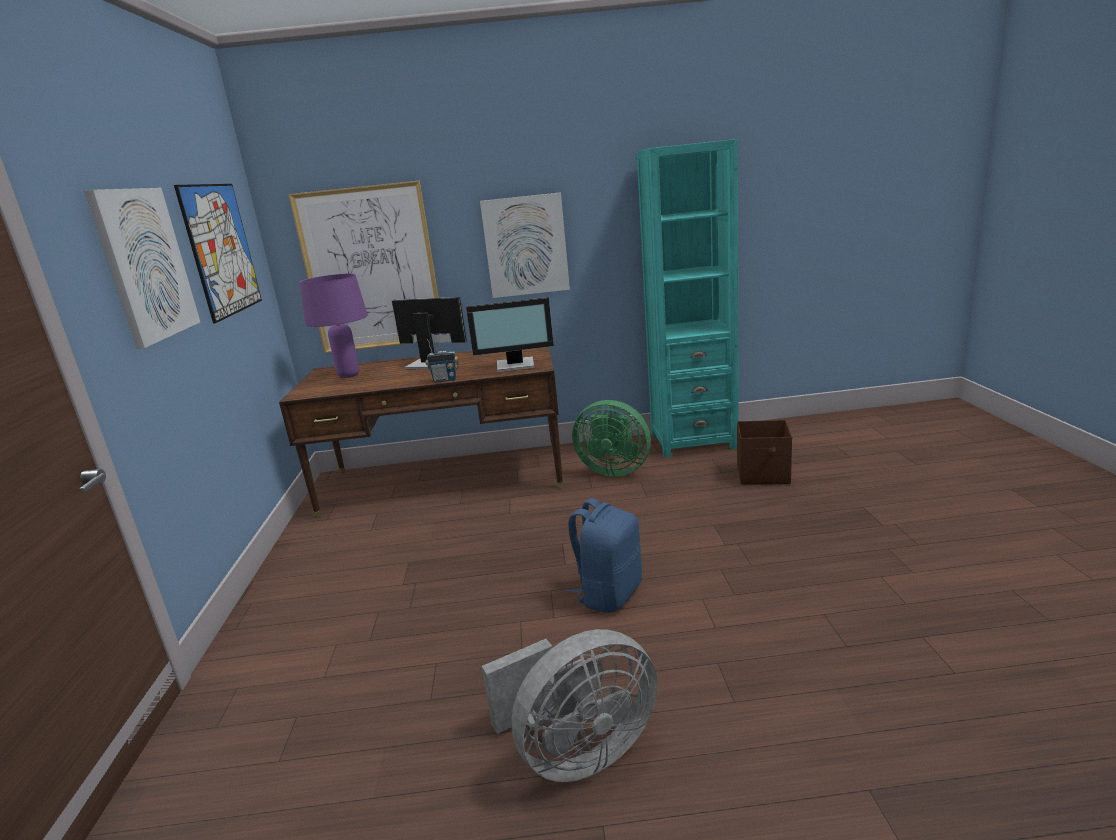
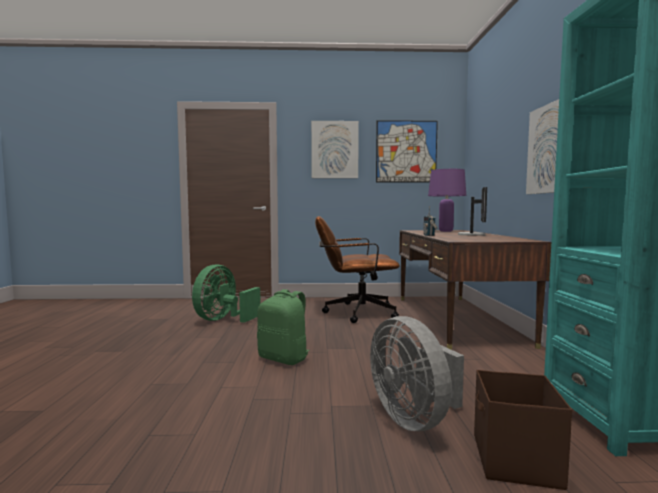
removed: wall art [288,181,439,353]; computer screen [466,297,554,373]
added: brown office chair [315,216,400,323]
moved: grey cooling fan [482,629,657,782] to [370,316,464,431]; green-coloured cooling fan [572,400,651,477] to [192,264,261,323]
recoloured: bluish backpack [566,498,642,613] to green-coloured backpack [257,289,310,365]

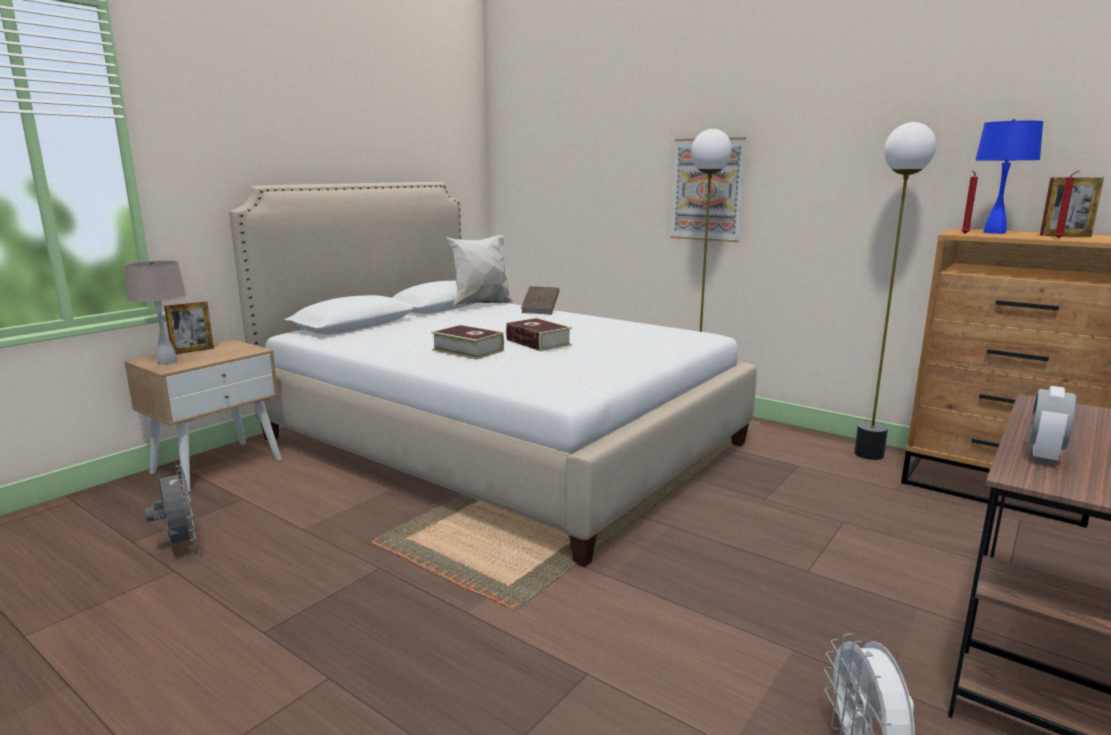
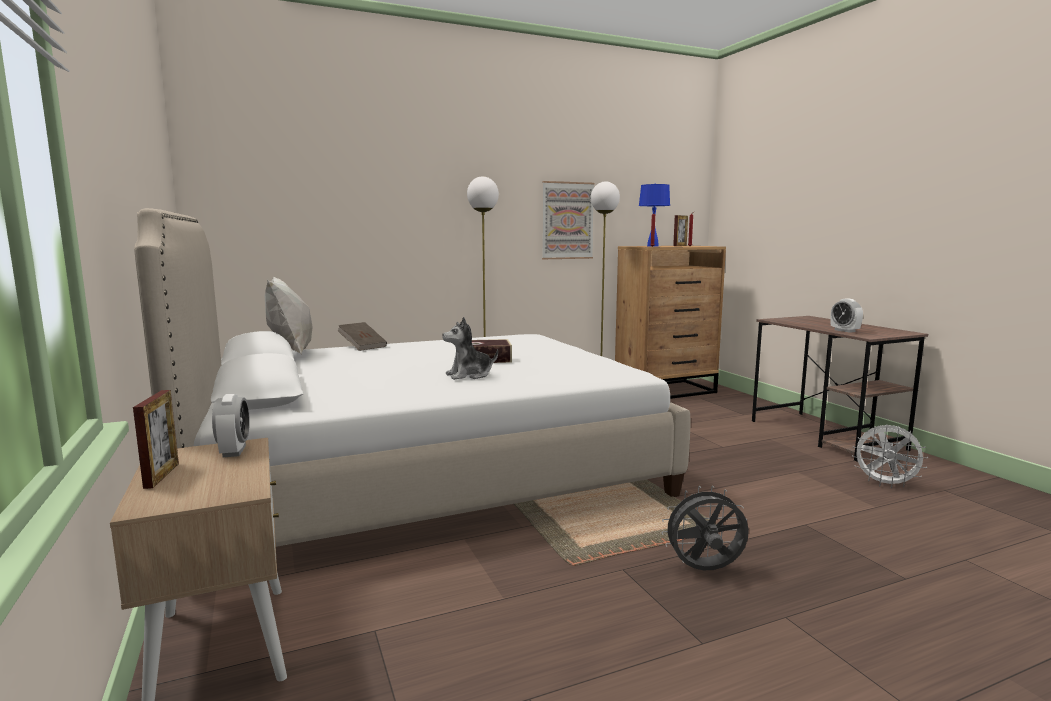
removed: beige-coloured tabletop lamp [124,260,186,365]
added: alarm clock [212,394,250,457]
moved: grey cooling fan [144,465,197,549] to [662,485,749,570]; wall art [670,137,746,242] to [542,181,595,259]
replaced: bound book [431,325,504,360] to soft toy [442,317,498,380]

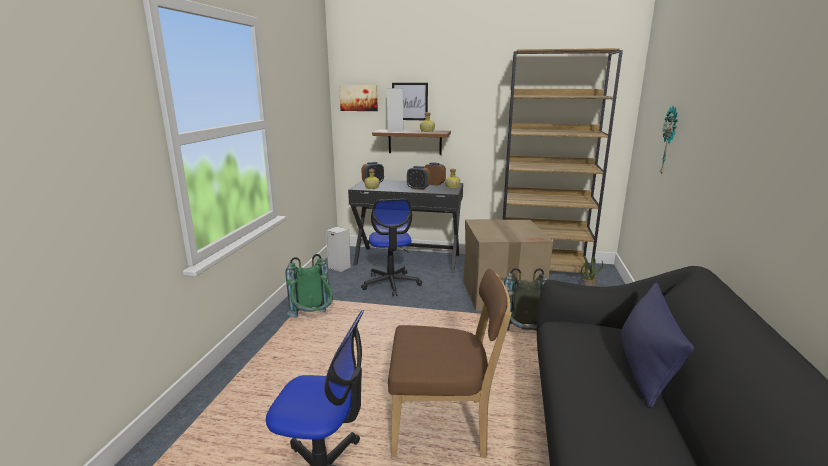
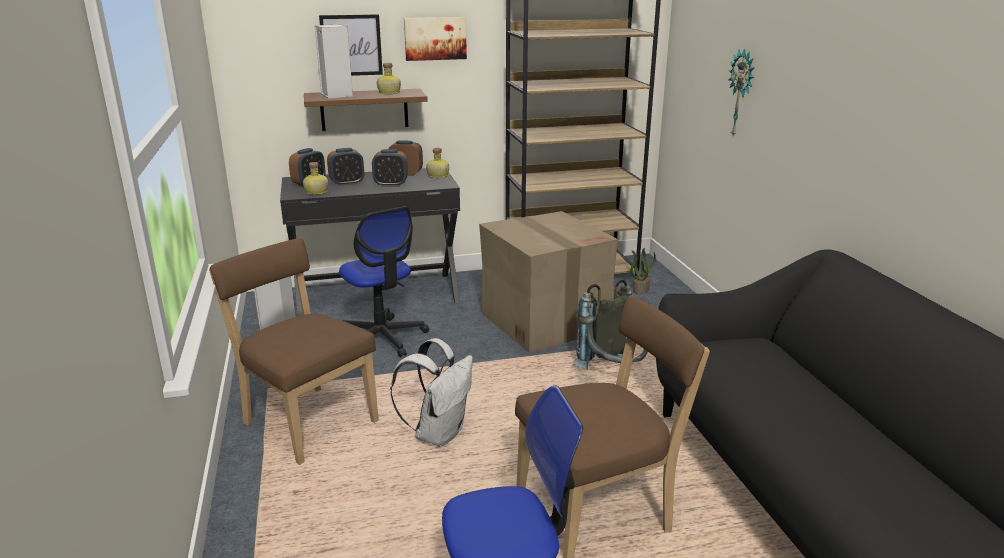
removed: bluish cushion [621,283,694,408]
added: alarm clock [327,148,364,186]; whitish backpack [390,338,473,447]
moved: wall art [339,85,378,111] to [404,17,467,61]
replaced: green-coloured backpack [285,254,333,318] to brown upright chair [209,238,379,465]

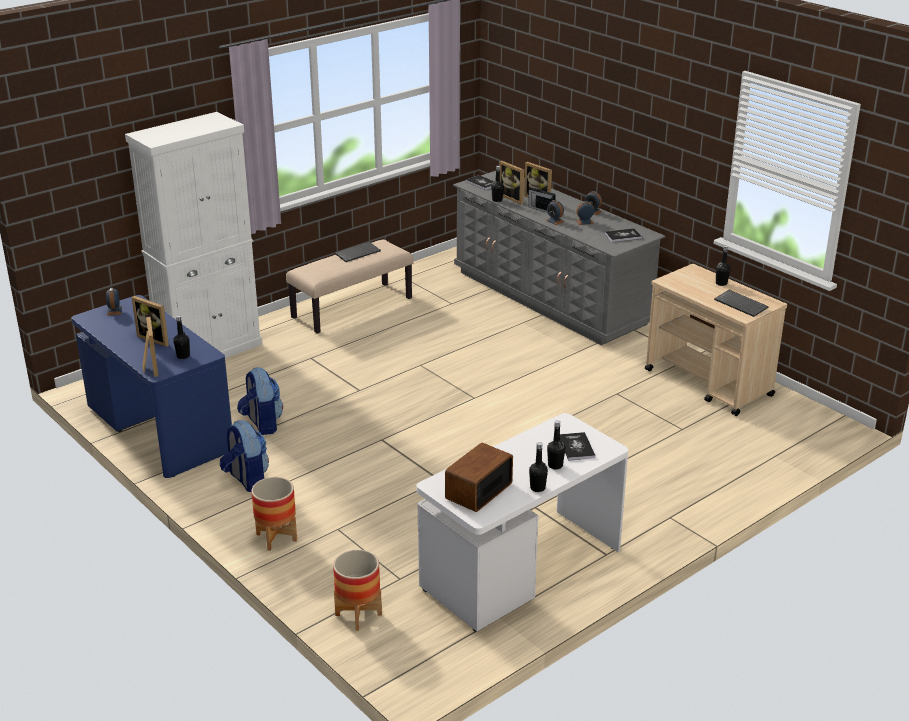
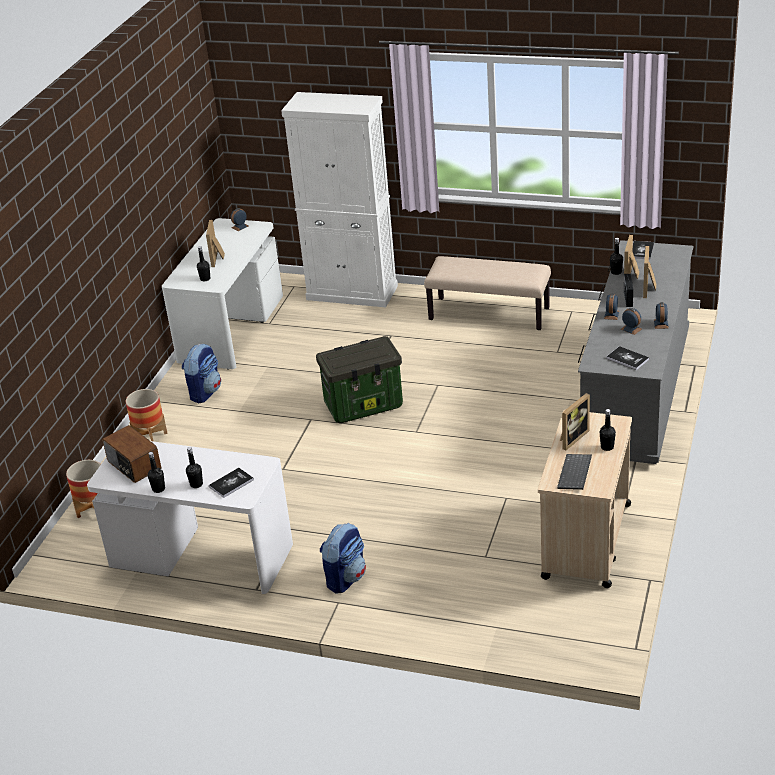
removed: keyboard [335,242,381,262]
added: storage box [316,336,403,423]
moved: picture frame [142,317,158,377] to [560,393,590,451]; backpack [237,367,283,435] to [320,523,366,594]
recoloured: bluish desk table [72,295,232,478] to whitish desk table [162,218,283,370]
turned: radio set [445,443,513,512] = [102,425,161,483] 135 degrees counterclockwise

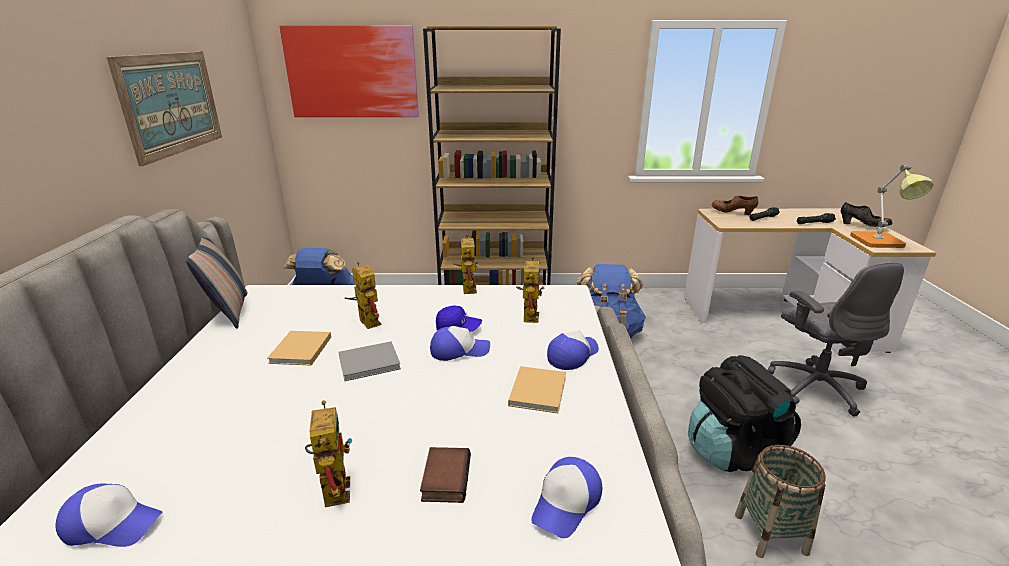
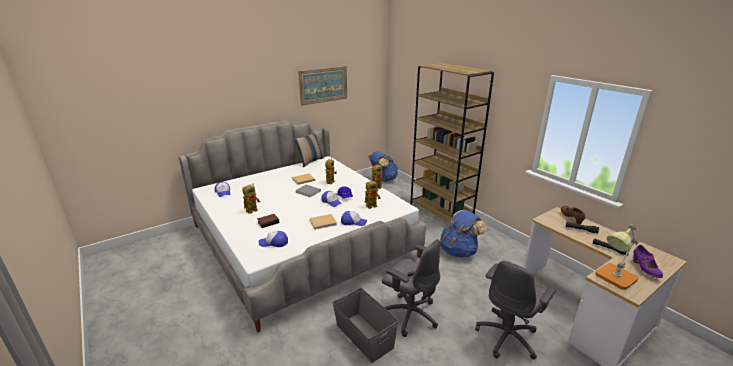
removed: wall art [279,25,419,117]
replaced: blackish backpack [688,355,801,472] to grey office chair [382,239,440,337]; storage basket [735,445,826,558] to grey storage box [333,288,398,363]
recoloured: blackish low shoe [841,202,892,227] to purple-coloured low shoe [633,245,663,278]

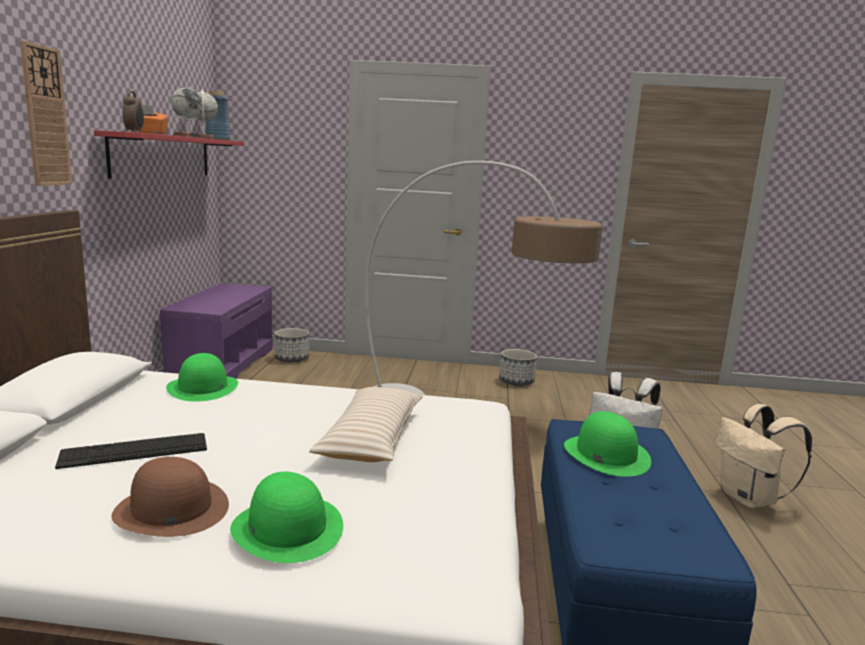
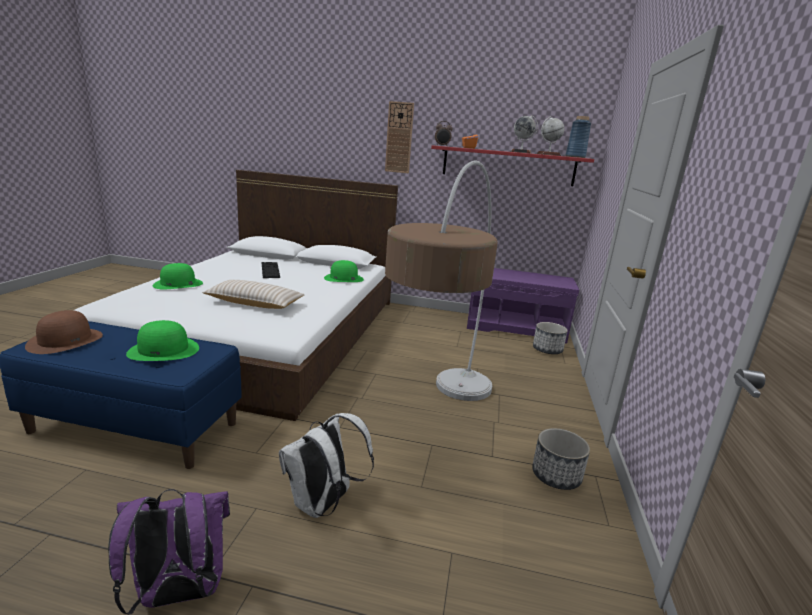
moved: brown hat [112,457,229,537] to [25,310,103,354]
recoloured: beige-coloured backpack [715,404,812,508] to purple-coloured backpack [108,489,230,615]

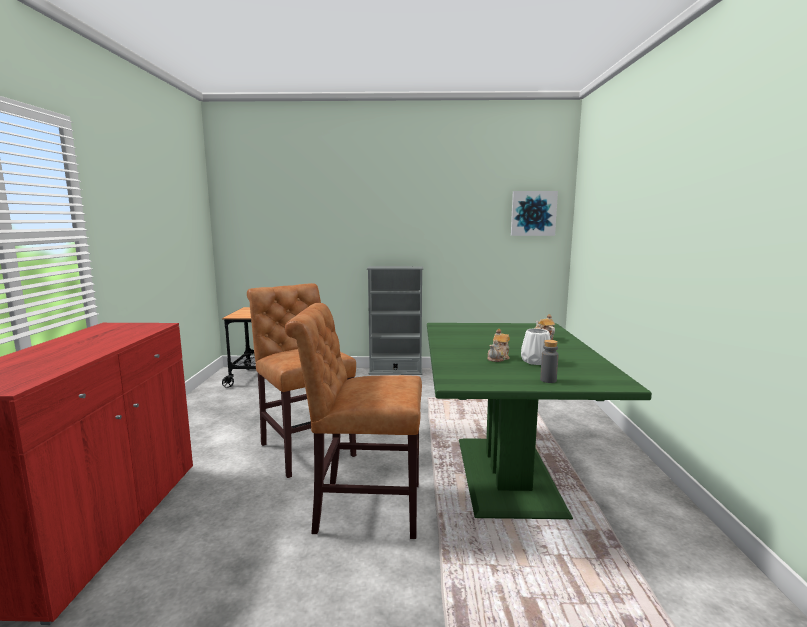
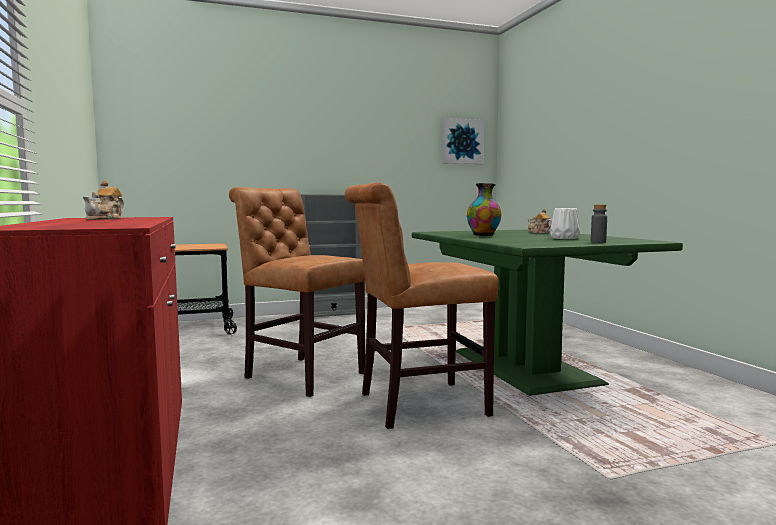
added: decorative vase [467,183,501,236]
moved: tea pot [487,329,510,362] to [83,180,124,220]

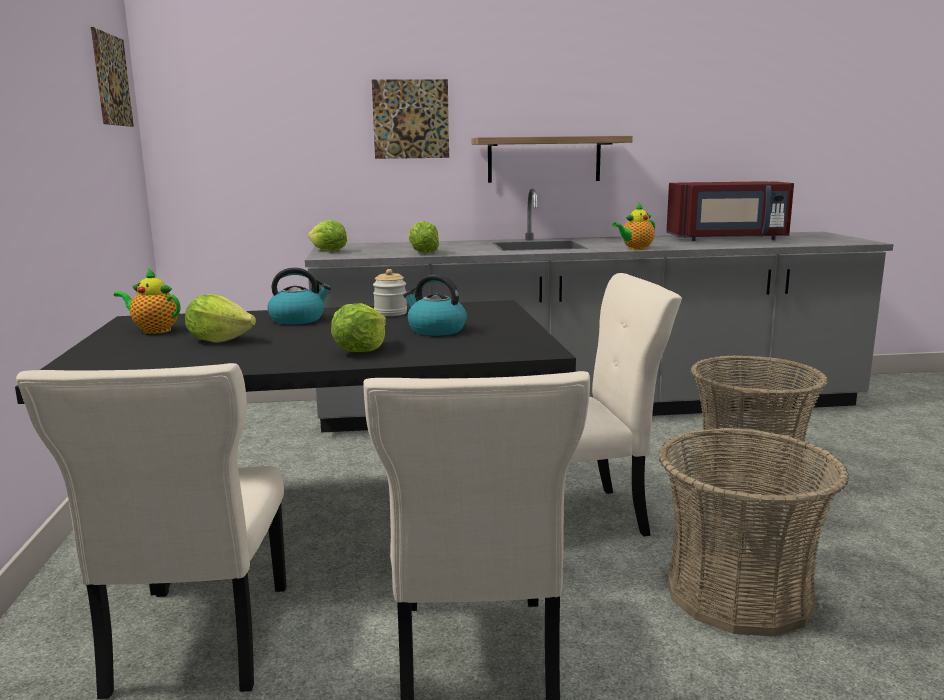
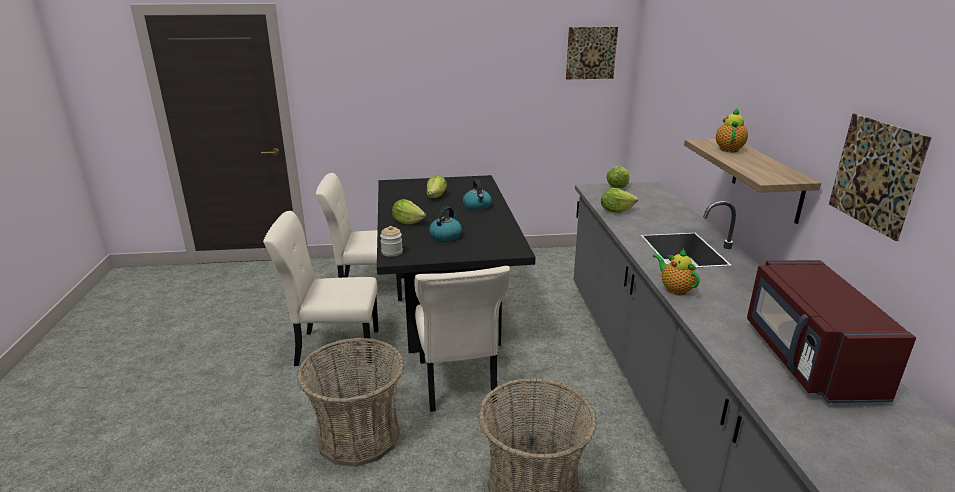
moved: tea pot [114,268,180,334] to [716,108,748,152]; wall art [372,79,449,159] to [829,113,932,241]; jar [373,269,407,316] to [380,226,403,257]

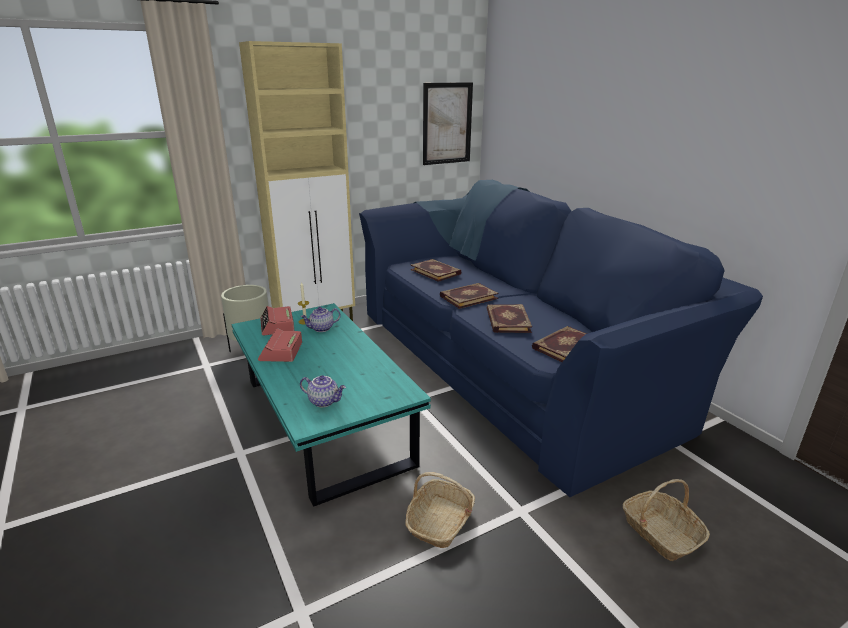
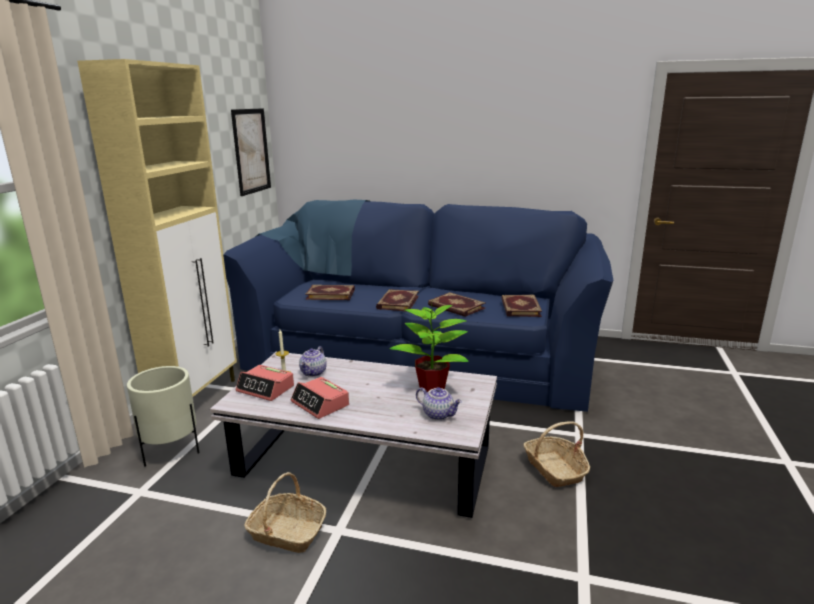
added: houseplant [390,299,469,392]
moved: storage basket [623,479,710,562] to [244,472,326,553]
recoloured: blue-green coffee table [232,303,431,507] to whitish coffee table [210,352,497,518]
turned: tea pot [300,375,346,407] = [416,387,462,420] 60 degrees clockwise

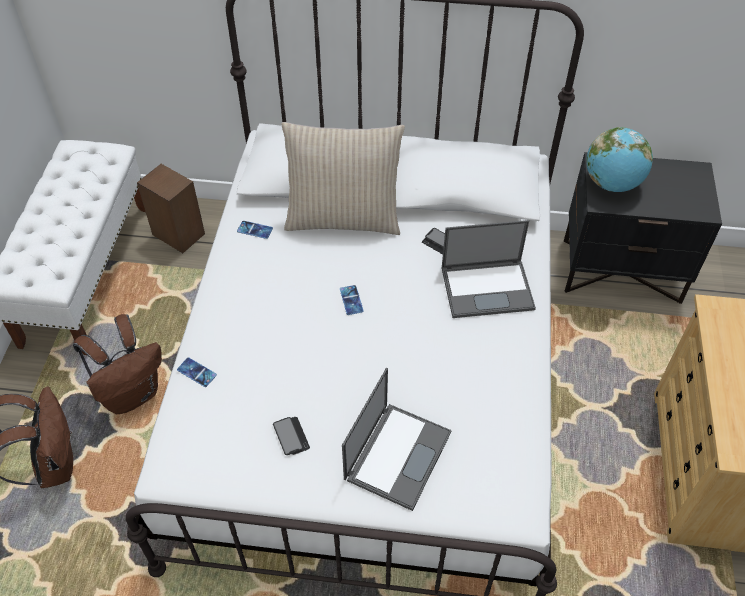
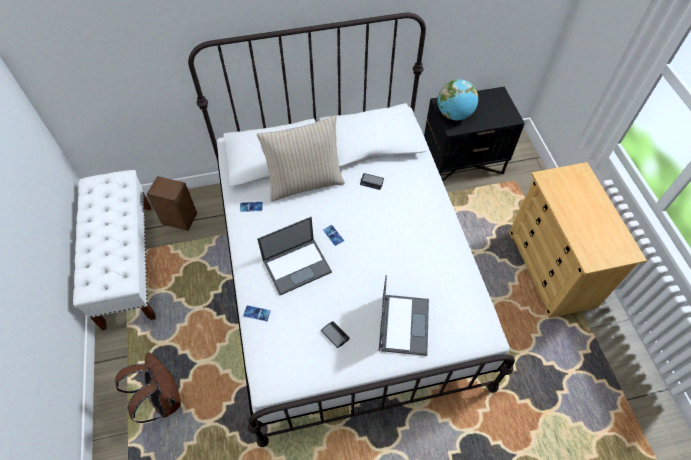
removed: brown backpack [73,314,162,414]
moved: laptop [441,220,536,318] to [257,217,332,295]

